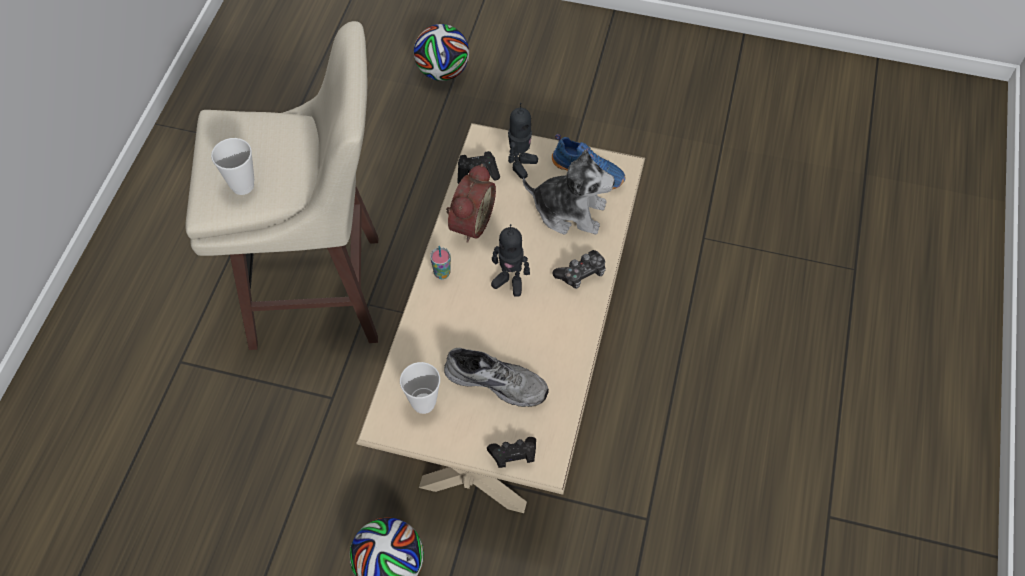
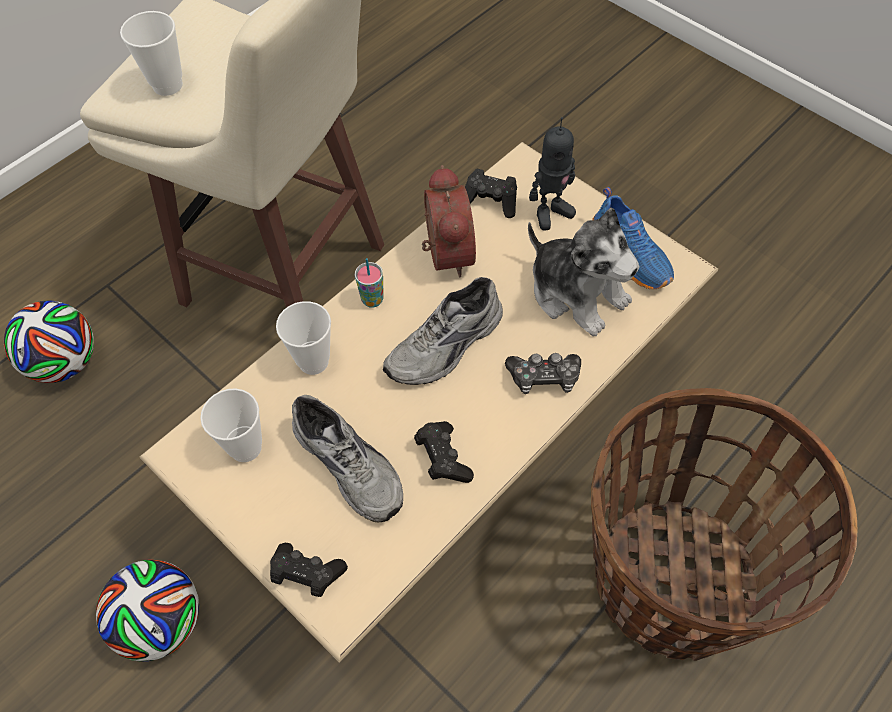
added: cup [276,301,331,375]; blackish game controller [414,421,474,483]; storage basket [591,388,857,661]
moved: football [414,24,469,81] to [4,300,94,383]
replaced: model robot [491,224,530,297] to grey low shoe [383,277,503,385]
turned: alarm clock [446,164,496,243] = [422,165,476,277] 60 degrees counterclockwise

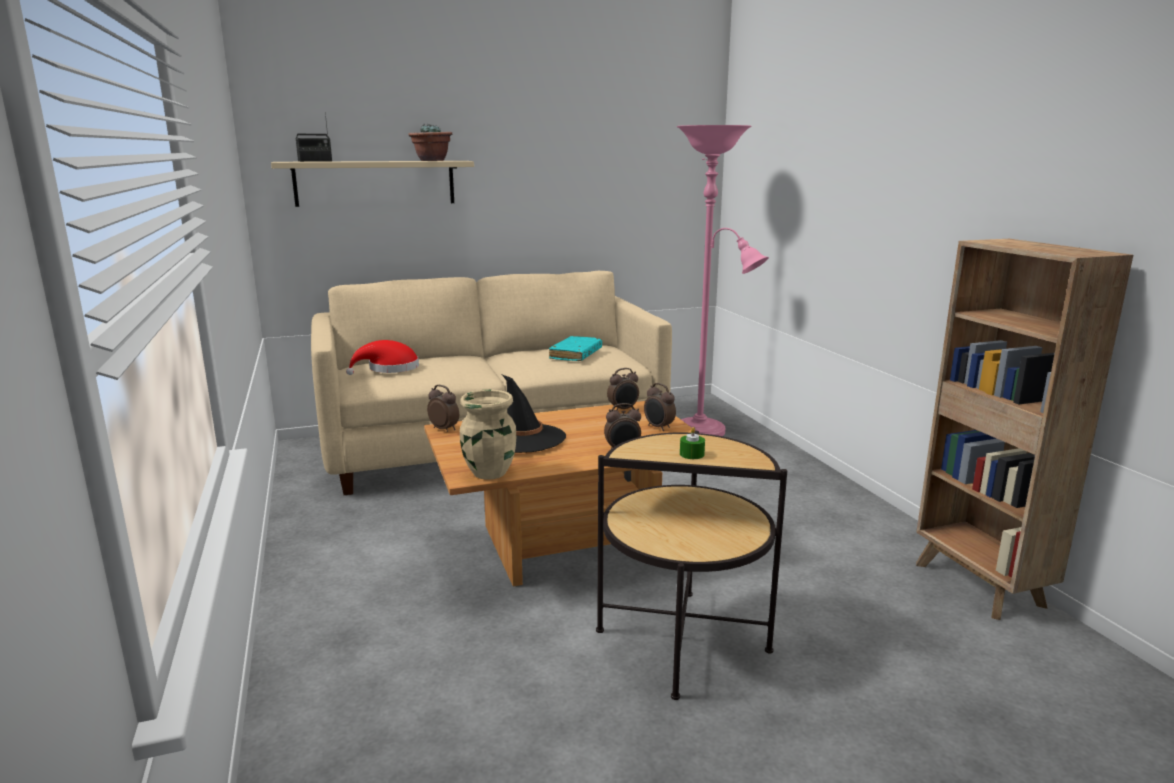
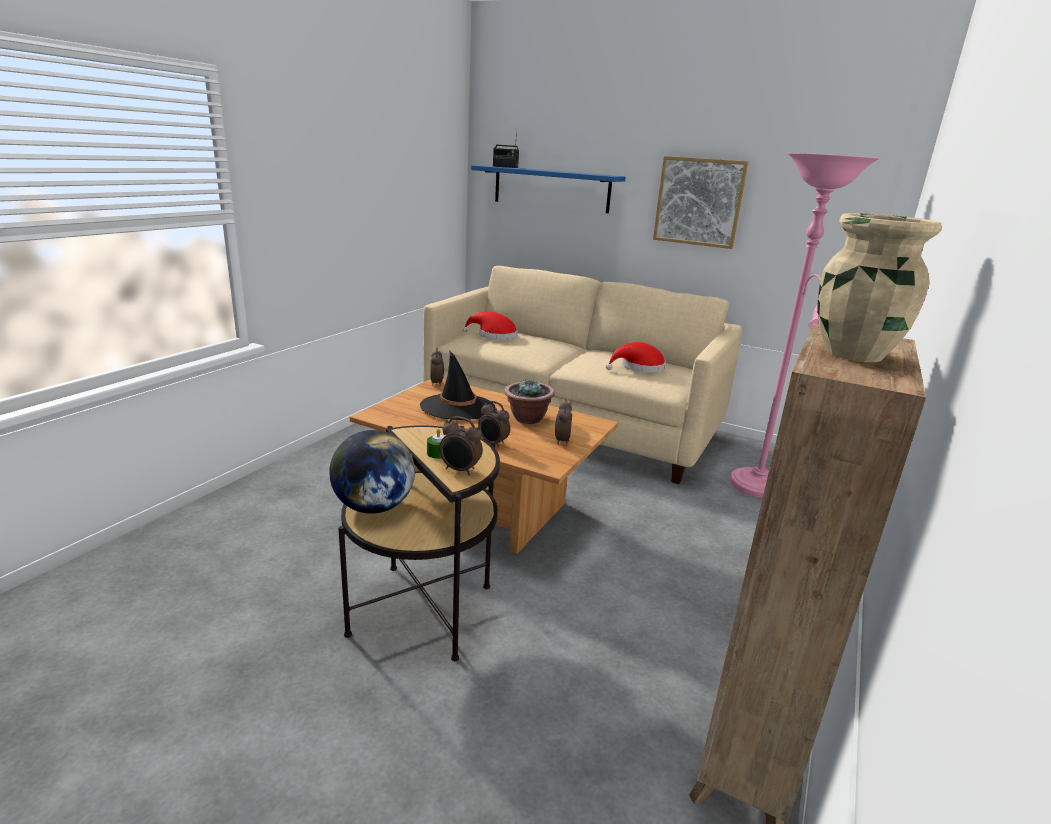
added: globe [329,430,415,514]; wall art [653,156,748,249]
moved: houseplant [408,124,452,161] to [504,379,555,424]; beige-coloured decorative vase [460,390,516,480] to [817,213,942,362]; alarm clock [607,368,639,410] to [439,416,483,475]
replaced: blue-green bound book [549,336,602,361] to reddish hat [606,342,666,373]
recoloured: beige-coloured shelf [271,161,474,207] to bluish shelf [471,165,626,213]

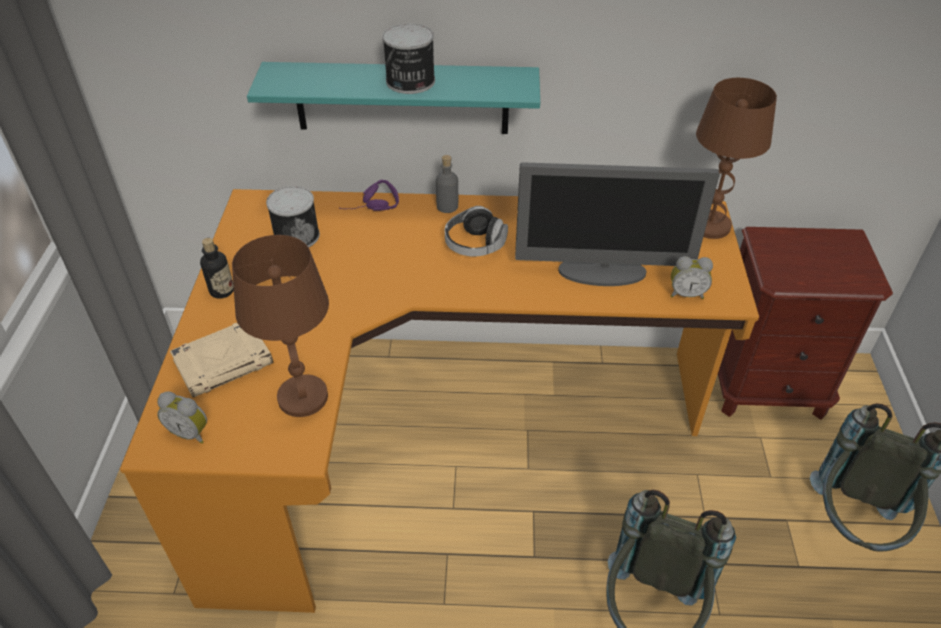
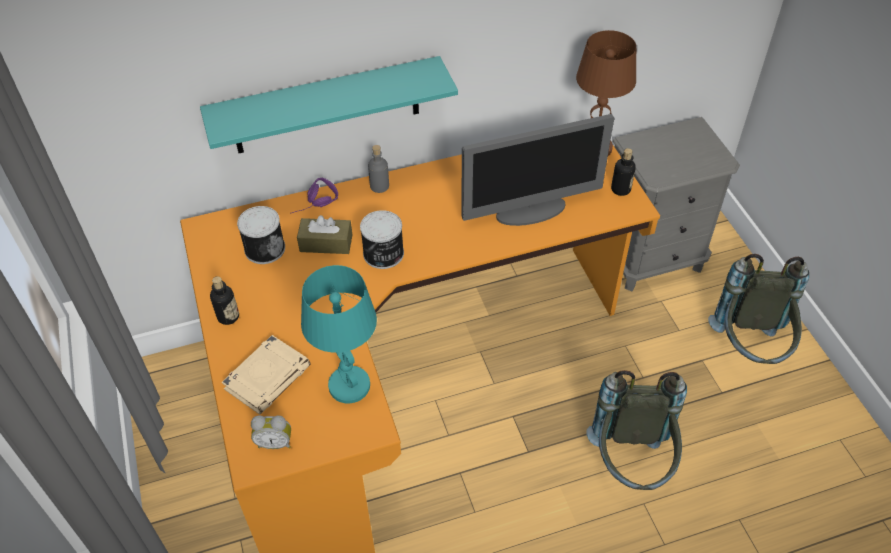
removed: headphones [445,206,508,256]; alarm clock [670,256,713,299]
added: brown tissue holder [297,215,352,254]; bottle [611,148,636,196]
moved: sealed can [382,23,435,94] to [360,210,404,269]
recoloured: brown tabletop lamp [232,235,329,417] to blue-green tabletop lamp [301,265,377,403]; brown bedside table [718,227,893,420] to grey bedside table [613,117,740,291]

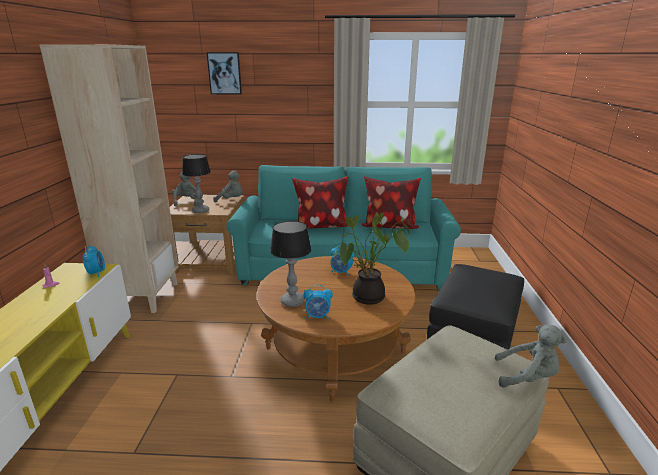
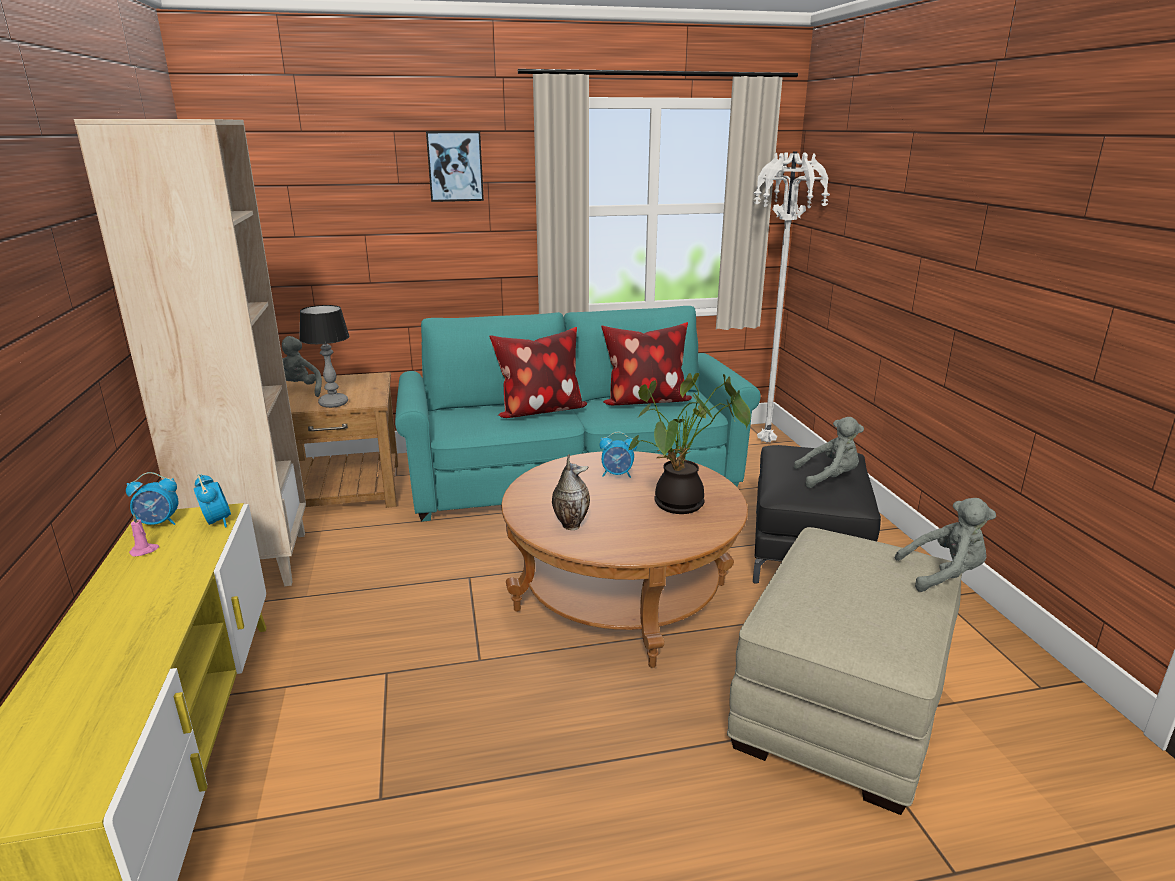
added: whitish floor lamp [754,151,830,443]
moved: wall art [207,52,242,94] to [426,131,484,202]; grey soft toy [213,170,243,202] to [794,417,864,488]; alarm clock [304,285,333,319] to [126,472,178,525]
replaced: tabletop lamp [270,221,311,307] to decorative vase [552,454,590,530]

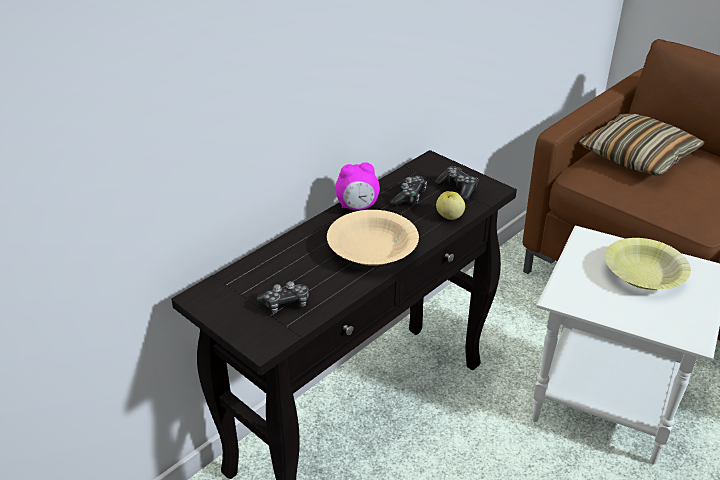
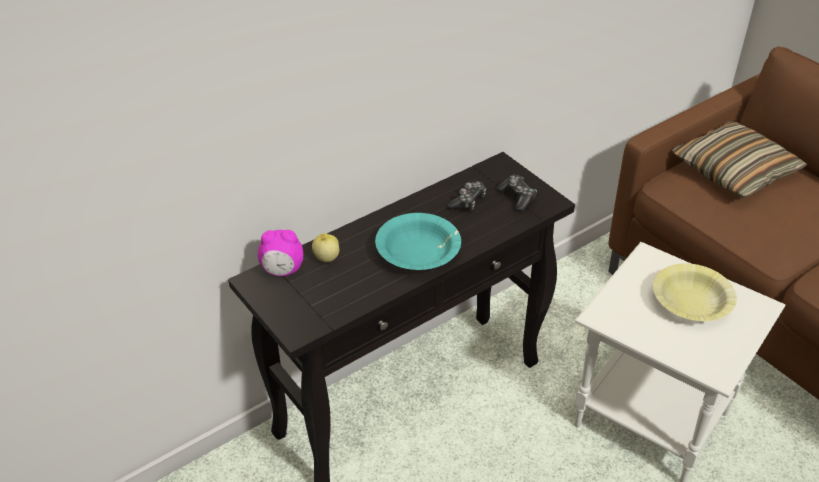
removed: game controller [256,281,309,313]
moved: alarm clock [336,162,380,211] to [258,230,303,276]; whole apple [436,191,465,220] to [312,233,339,262]
recoloured: beige-coloured deep dish [327,210,419,266] to blue-green deep dish [375,213,461,270]

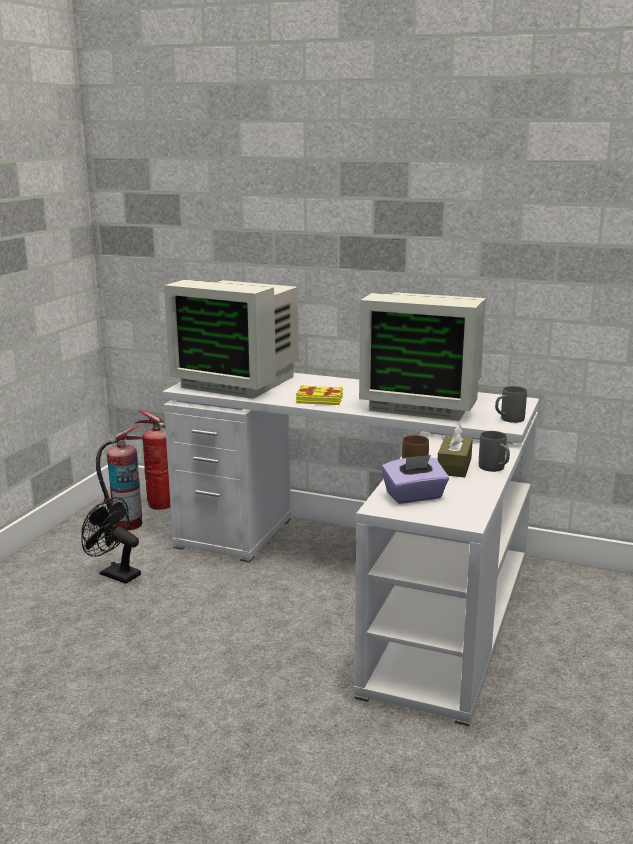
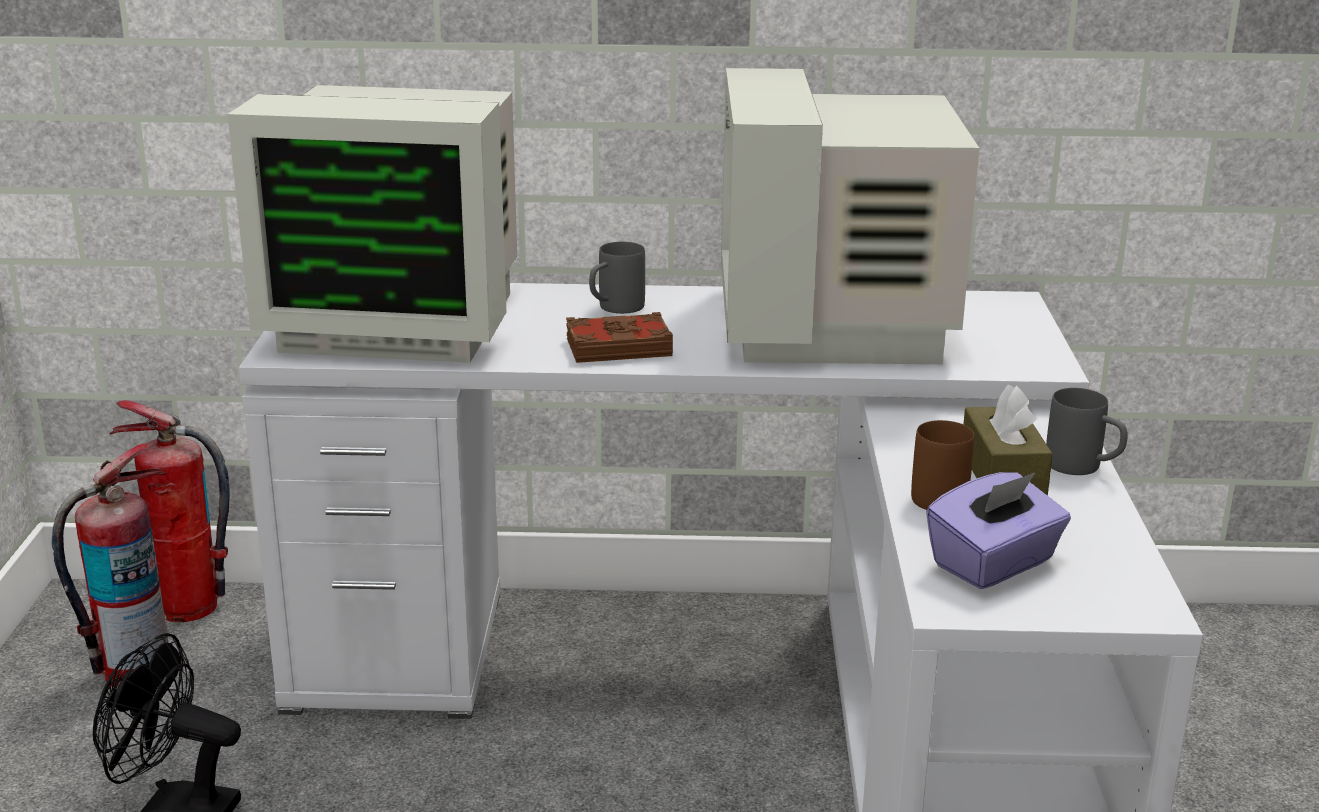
moved: grey coffee mug [495,386,527,423] to [589,242,645,314]
recoloured: yellow-coloured bound book [296,385,343,405] to brown bound book [566,312,673,363]
turned: computer screen [359,292,486,421] = [721,68,979,364] 90 degrees clockwise

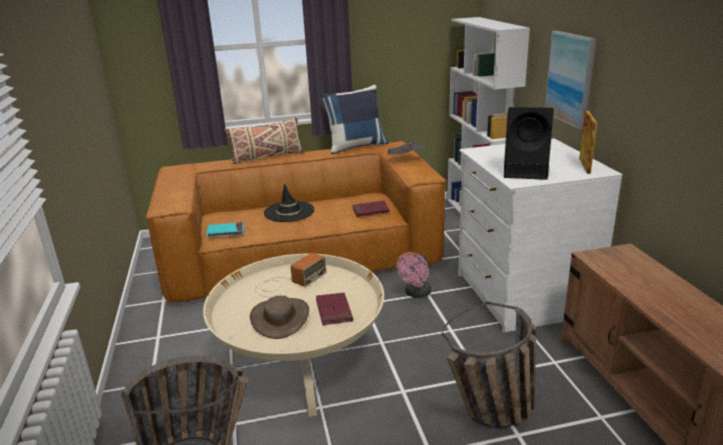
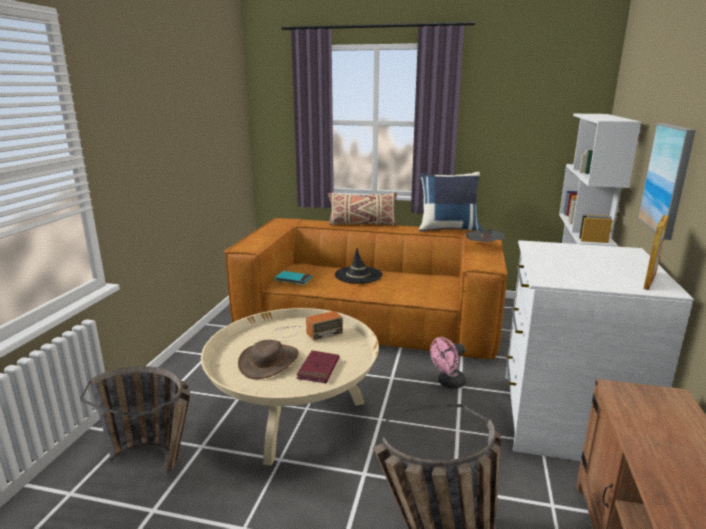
removed: reddish bound book [352,200,390,217]; blackish speaker [504,107,554,180]

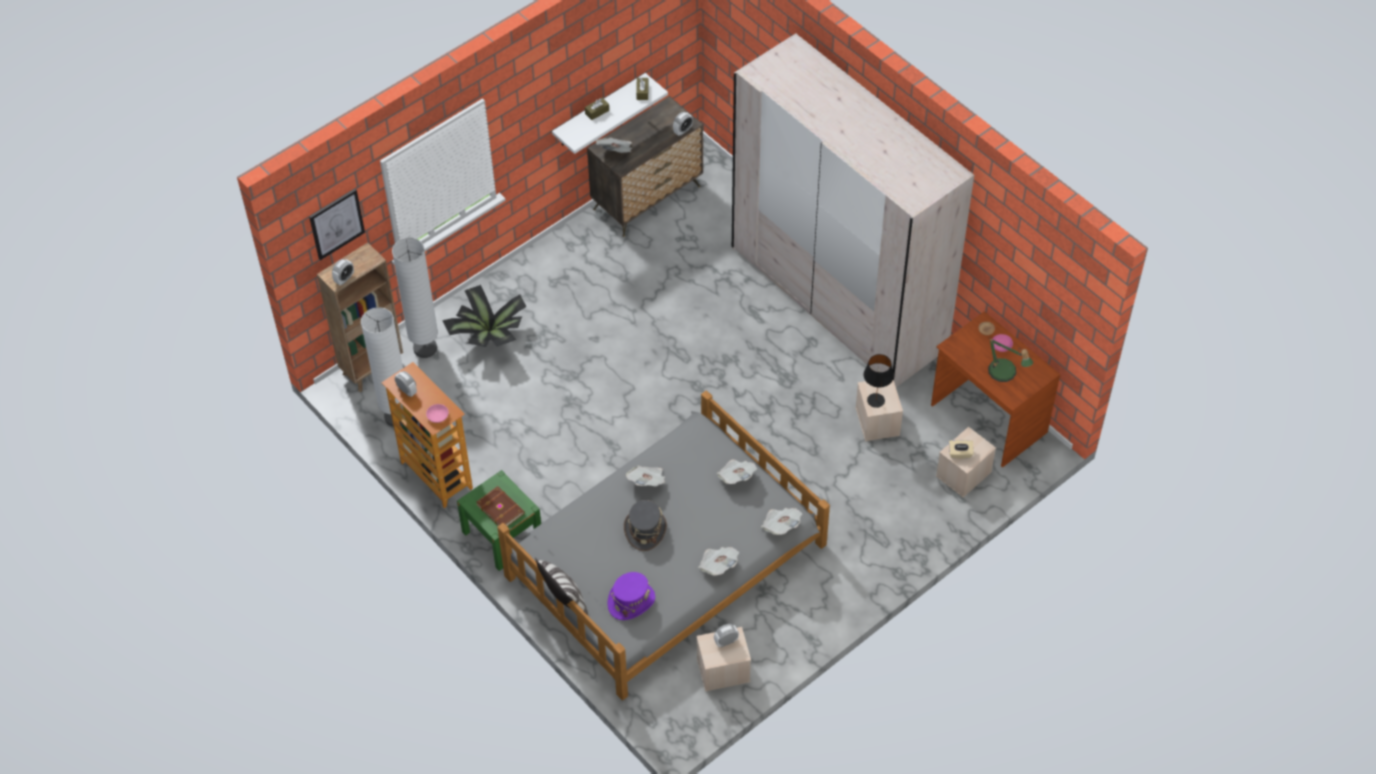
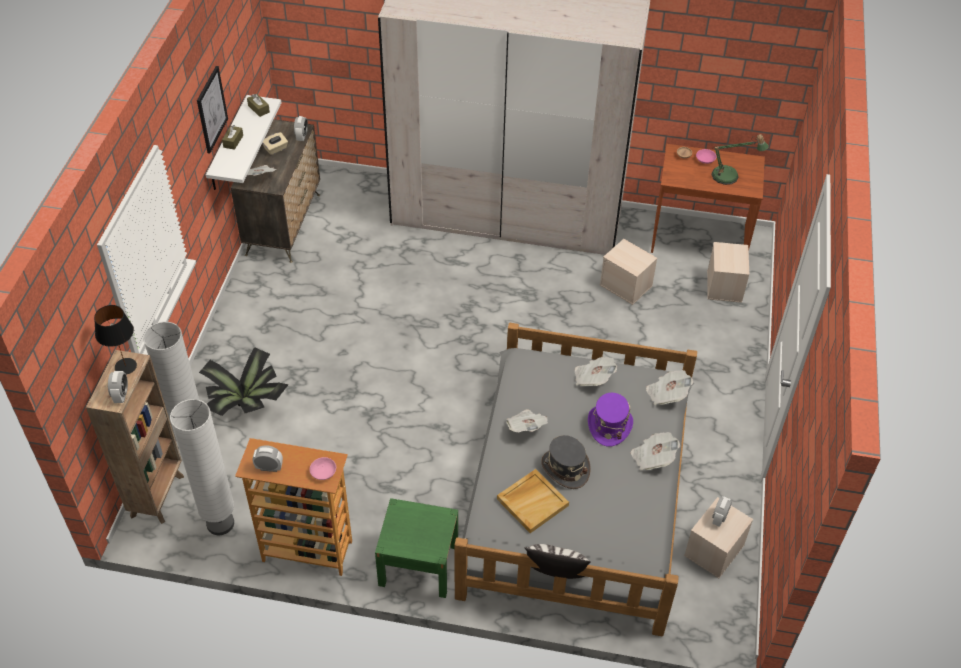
removed: brown bound book [477,486,525,526]
added: beige-coloured tray [497,469,569,533]
moved: wall art [309,189,365,260] to [197,66,228,154]; purple-coloured hat [607,572,655,620] to [588,393,633,447]; blackish tabletop lamp [864,354,894,408] to [94,305,137,375]; beige-coloured tissue holder [949,440,974,459] to [262,132,288,155]

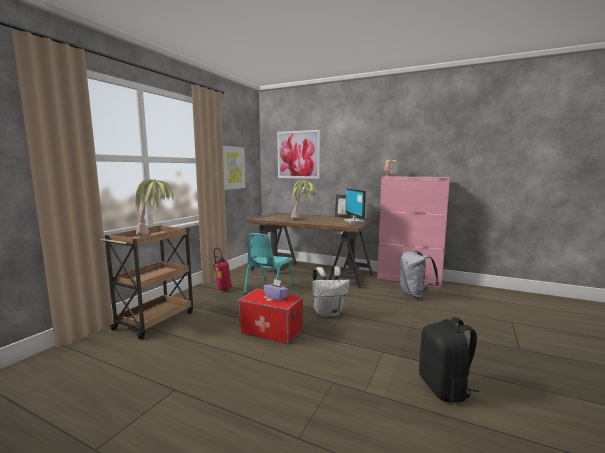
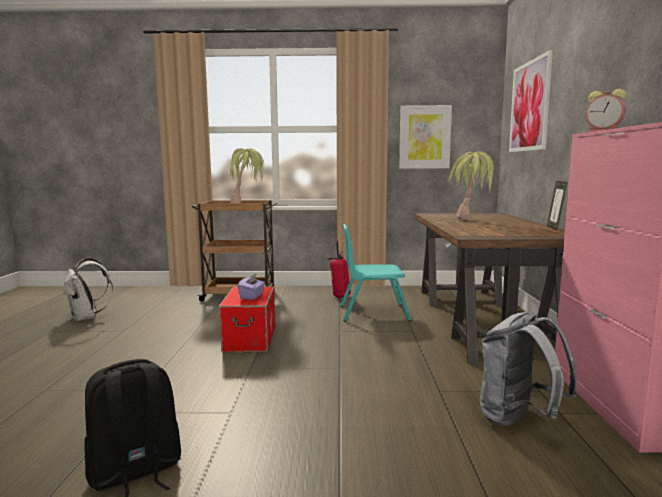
removed: computer screen [344,188,367,223]
moved: whitish backpack [313,266,350,317] to [63,258,113,321]

